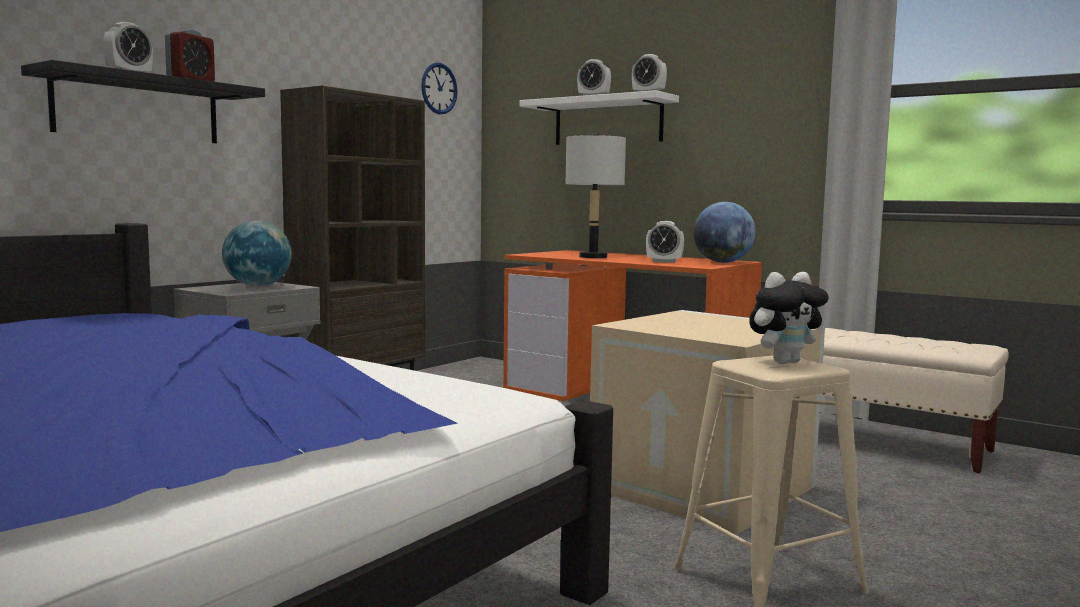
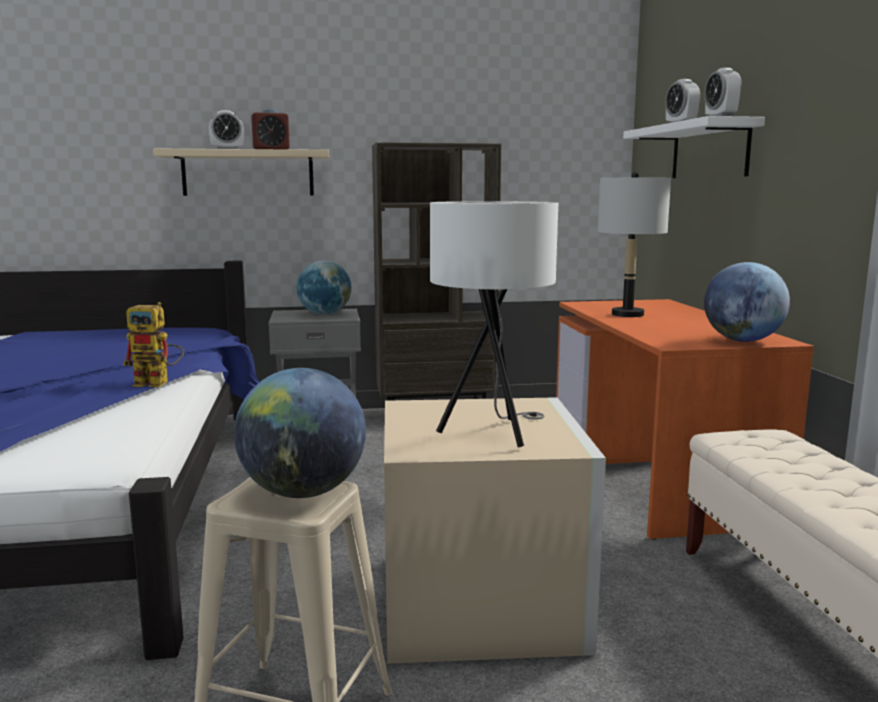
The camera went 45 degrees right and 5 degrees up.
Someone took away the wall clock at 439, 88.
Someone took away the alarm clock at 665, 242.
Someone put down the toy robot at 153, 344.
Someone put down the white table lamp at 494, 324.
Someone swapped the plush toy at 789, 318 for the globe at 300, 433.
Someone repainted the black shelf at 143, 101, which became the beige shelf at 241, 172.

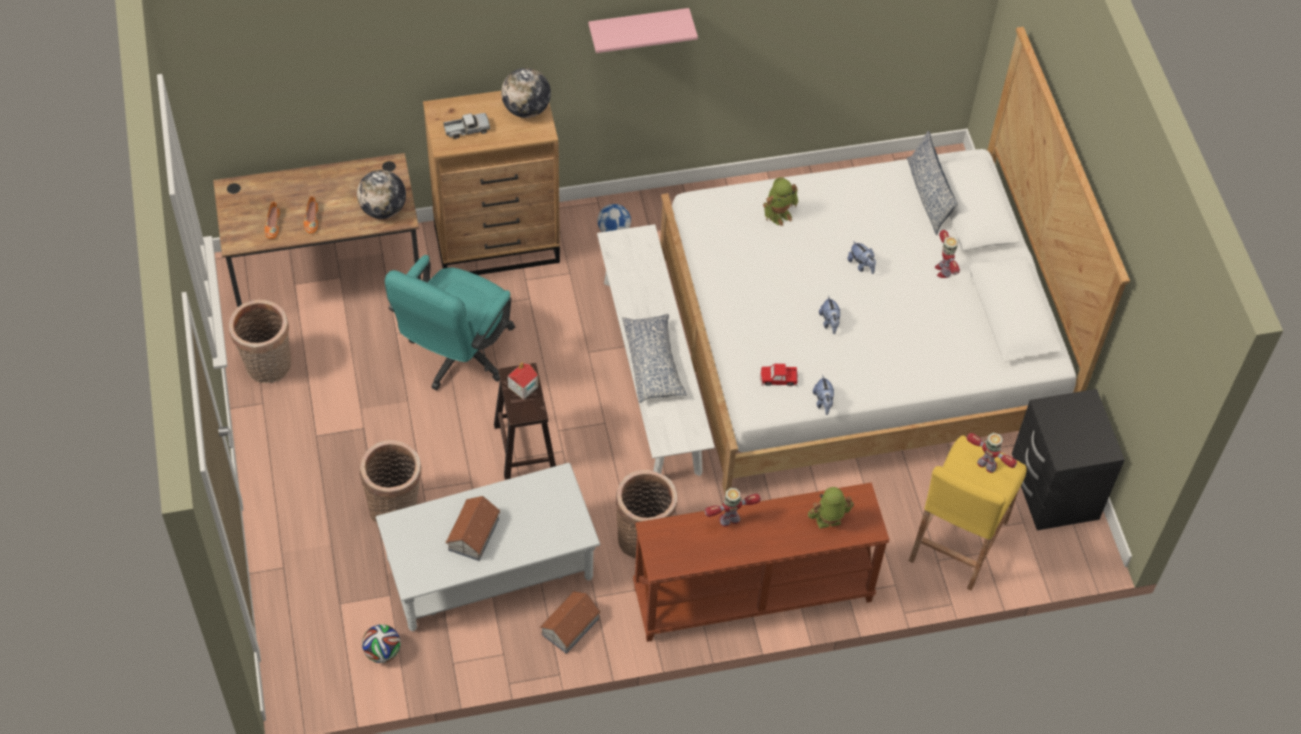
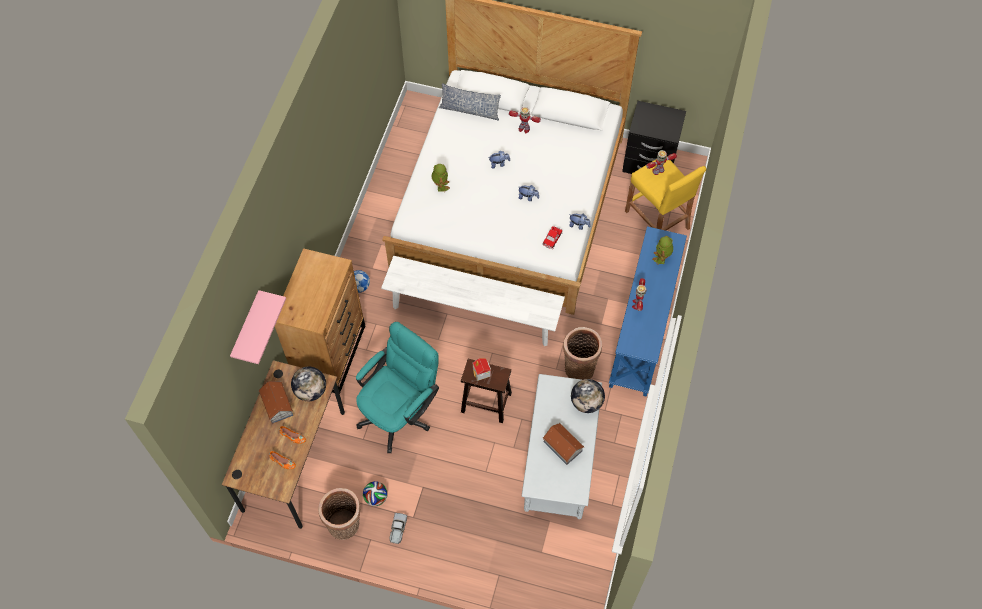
The camera went 60 degrees left and 5 degrees up.
Someone took away the basket at 391, 482.
Someone took away the pillow at 654, 358.
Someone carried the football from 381, 643 to 375, 493.
Someone carried the toy truck from 467, 126 to 398, 528.
Someone carried the globe from 526, 93 to 588, 396.
Someone carried the toy house from 570, 622 to 276, 402.
Someone carried the pink shelf from 643, 30 to 258, 327.
Someone repainted the brown console table at 761, 562, which became the blue console table at 648, 311.
Someone rotated the turquoise office chair at 450, 322 by 105 degrees counterclockwise.

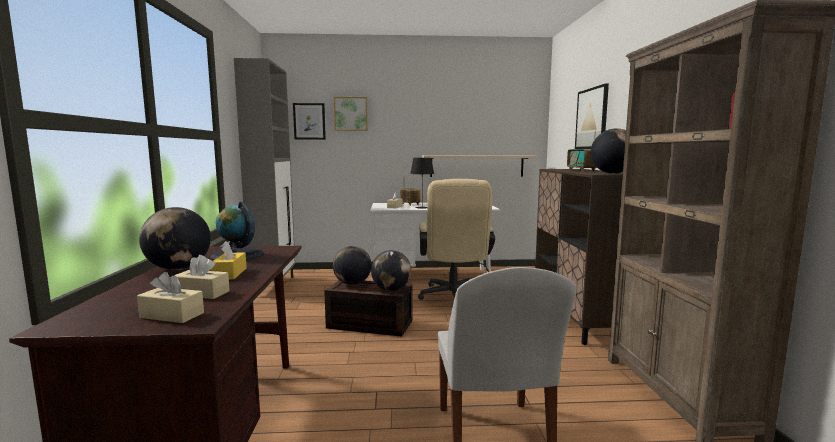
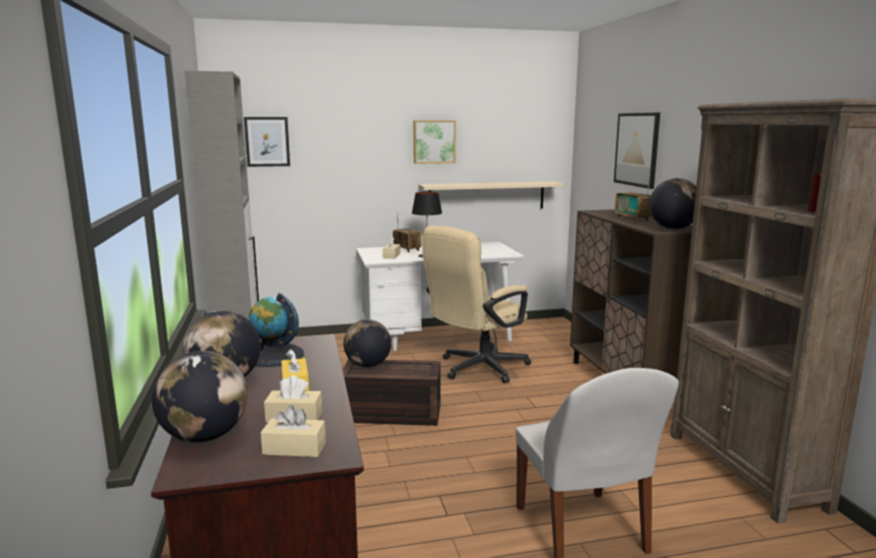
The camera went 10 degrees left and 5 degrees up.
Someone carried the picture from 351, 114 to 435, 142.
Someone carried the globe from 391, 270 to 200, 396.
Someone rotated the beige office chair at 456, 239 by 60 degrees clockwise.

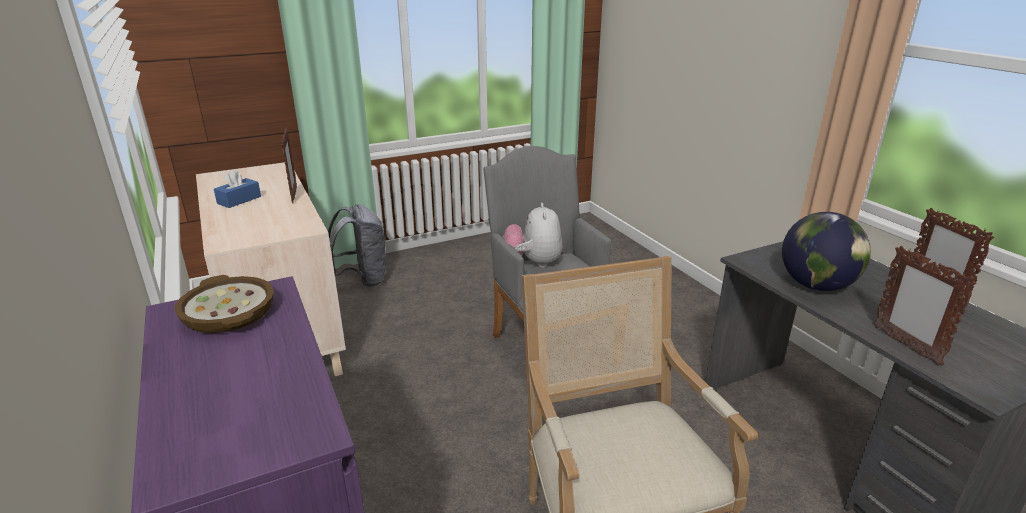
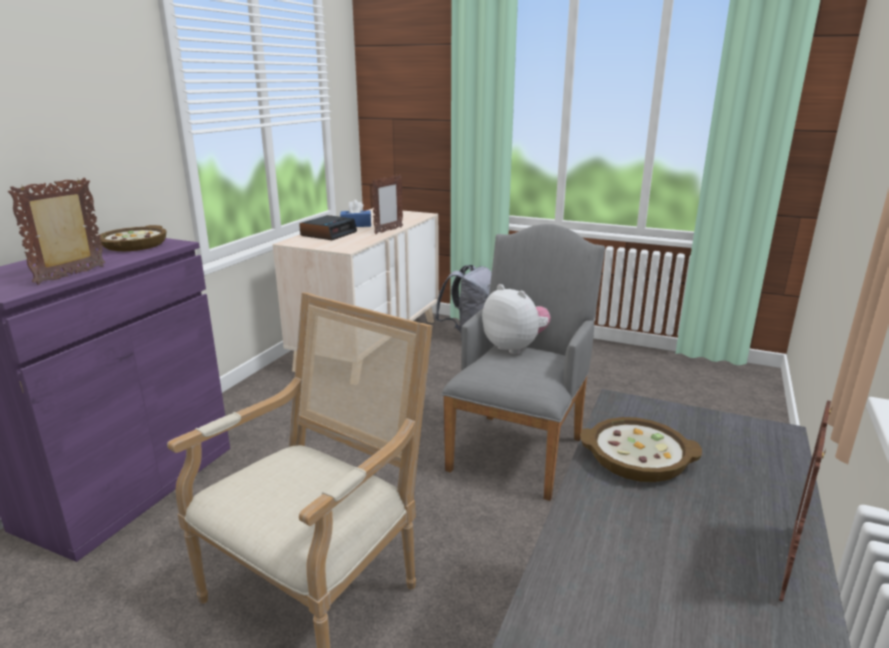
The camera went 50 degrees right and 5 degrees down.
Someone put down the alarm clock at 328, 227.
Someone carried the picture frame from 925, 306 to 56, 231.
Someone swapped the globe at 826, 251 for the bowl at 641, 449.
Someone rotated the plush toy at 533, 235 by 90 degrees clockwise.

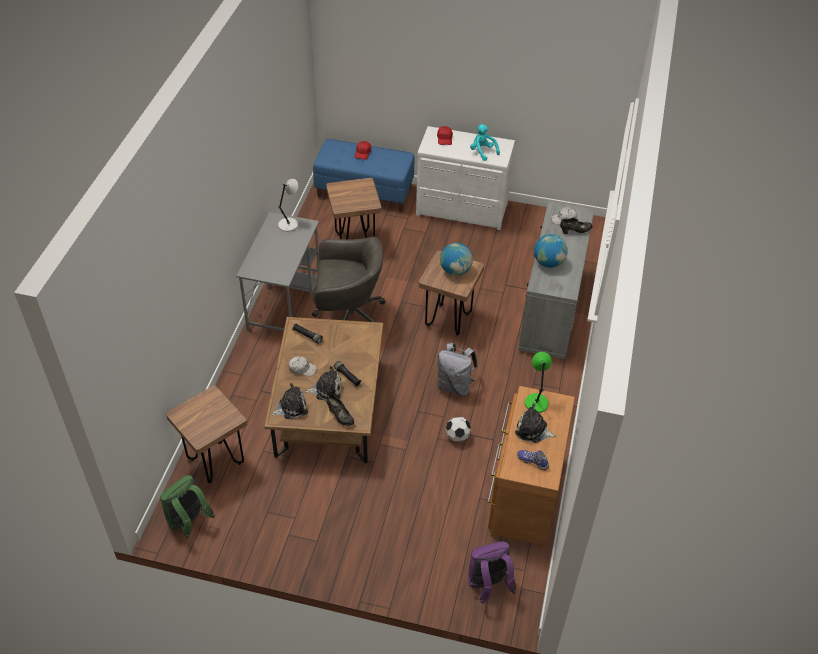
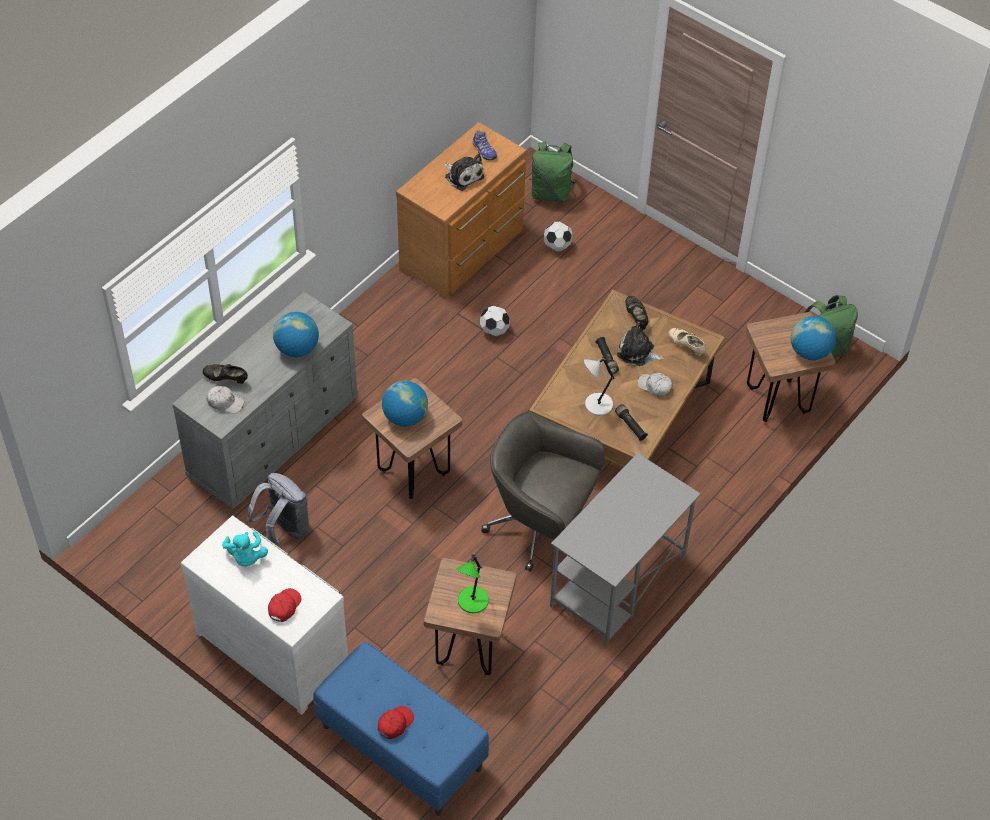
The camera went 155 degrees left and 5 degrees up.
Someone put down the football at 558, 236.
Someone put down the globe at 813, 338.
Someone carried the grey table lamp from 288, 205 to 599, 386.
Someone carried the grey backpack from 457, 369 to 278, 509.
Someone carried the green table lamp from 538, 382 to 472, 583.
Someone swapped the plush toy at 289, 401 for the beige shoe at 687, 342.
Someone repainted the purple backpack at 492, 572, which became the green backpack at 552, 172.

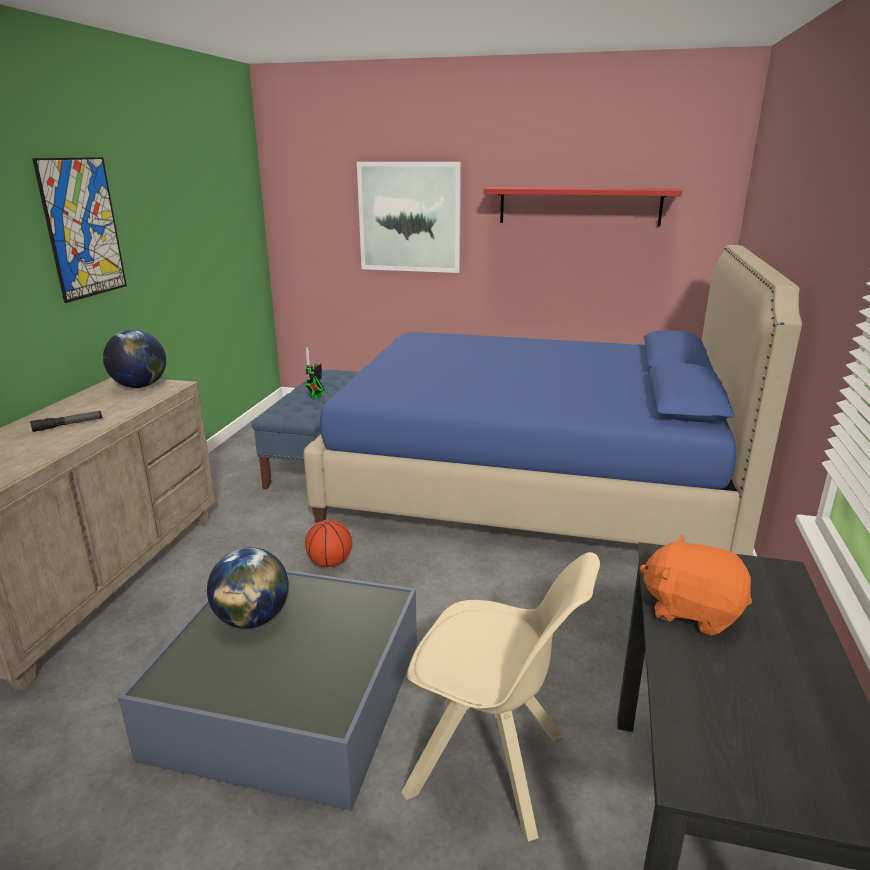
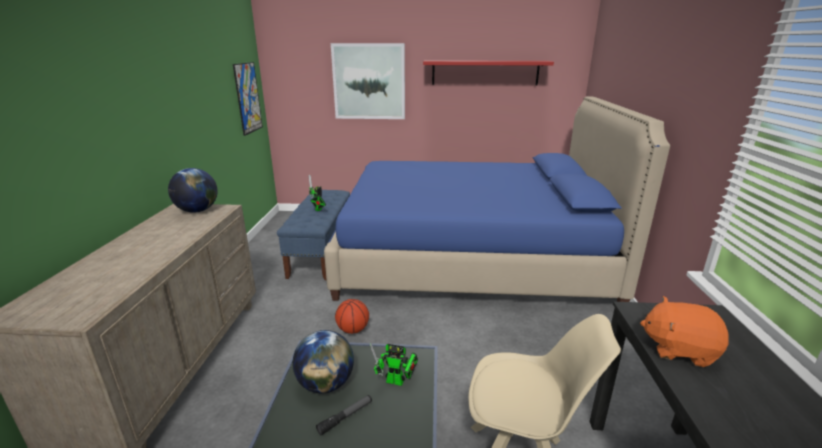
The camera went 10 degrees left and 0 degrees up.
Someone put down the toy robot at 394, 364.
Someone carried the flashlight from 66, 421 to 344, 415.
Someone carried the picture from 79, 230 to 248, 99.

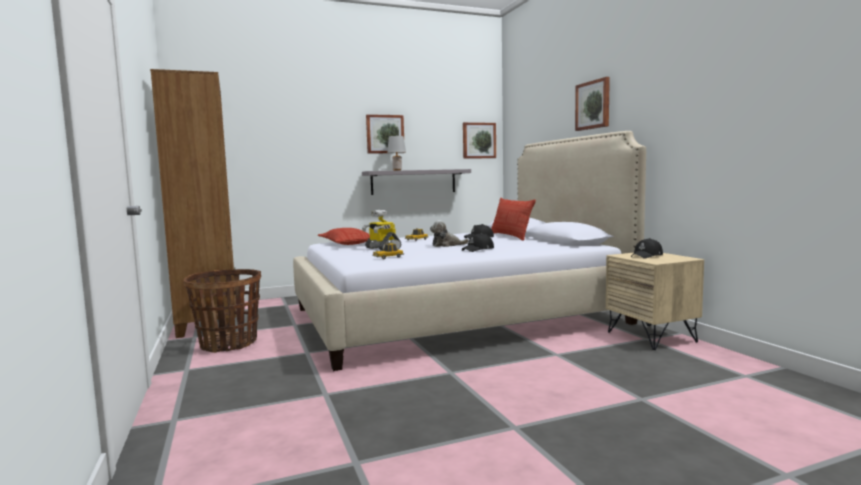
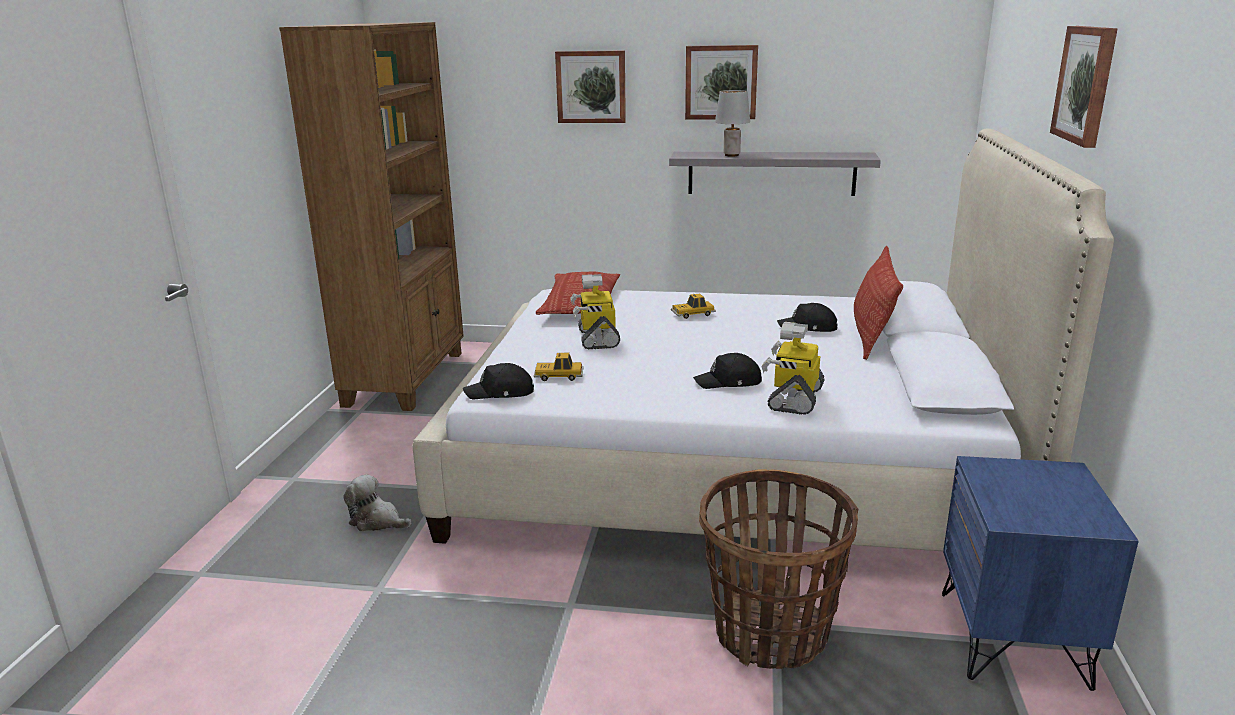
The camera went 30 degrees right and 15 degrees up.
Someone put down the toy robot at 793, 368.
Someone carried the basket from 222, 311 to 778, 569.
Someone carried the plush toy from 449, 233 to 377, 503.
Someone carried the picture from 479, 140 to 590, 86.
Someone carried the black cap from 647, 248 to 498, 381.
Someone repainted the beige nightstand at 655, 301, which became the blue nightstand at 1040, 573.

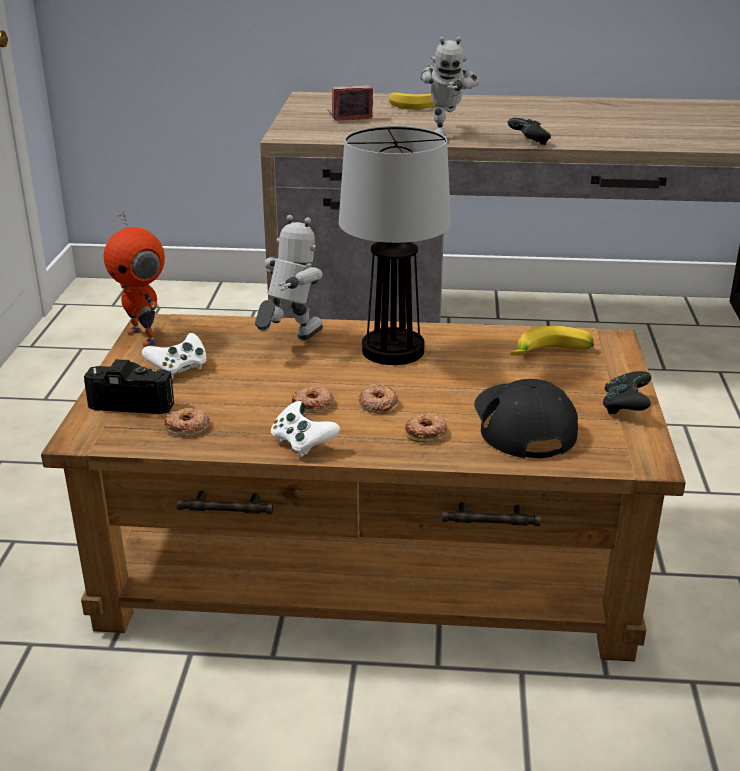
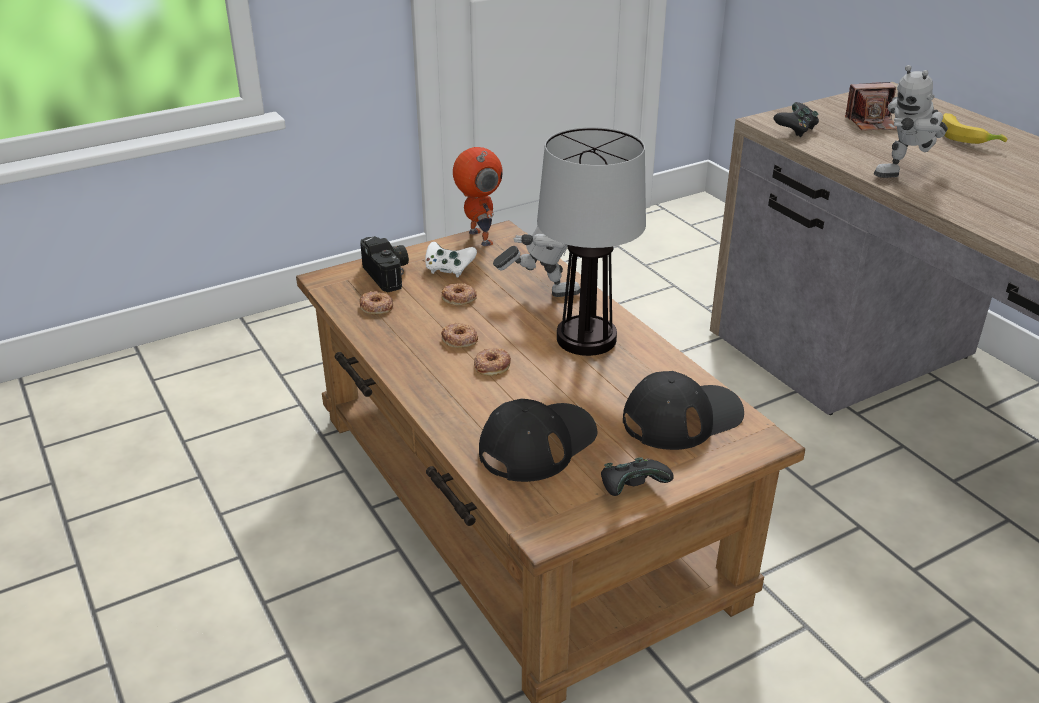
The camera went 55 degrees right and 5 degrees up.
Someone took away the white game controller at 305, 429.
Someone carried the donut from 426, 428 to 459, 294.
Someone carried the black game controller from 529, 131 to 796, 119.
Someone swapped the banana at 552, 341 for the black cap at 683, 410.
Someone rotated the toy robot at 134, 278 by 135 degrees clockwise.
Someone rotated the photo camera at 350, 102 by 135 degrees clockwise.

